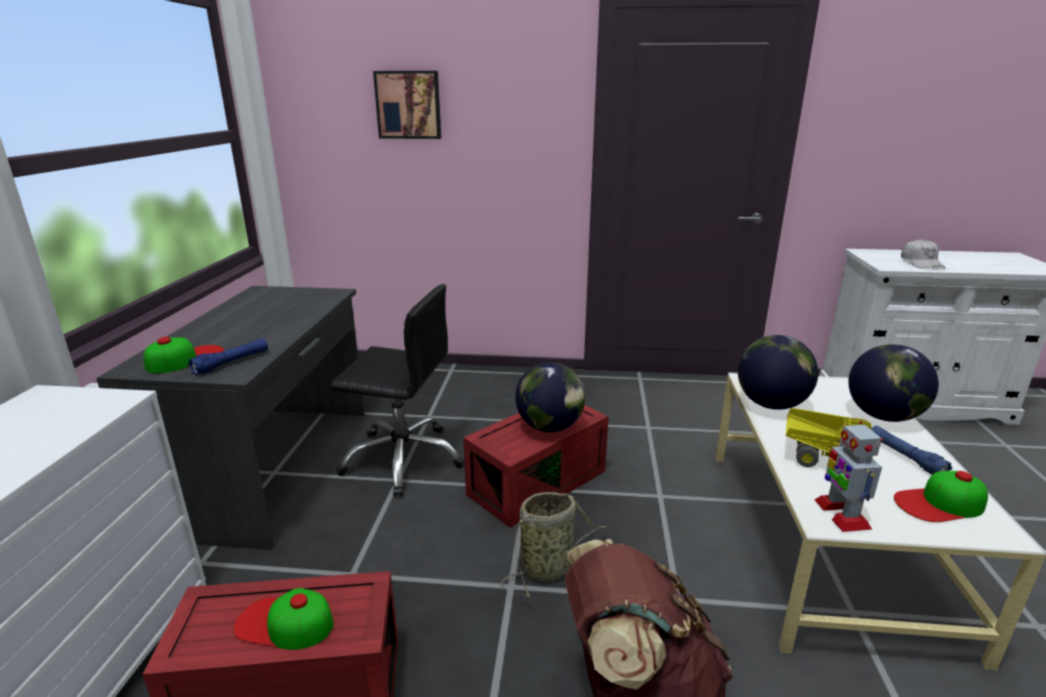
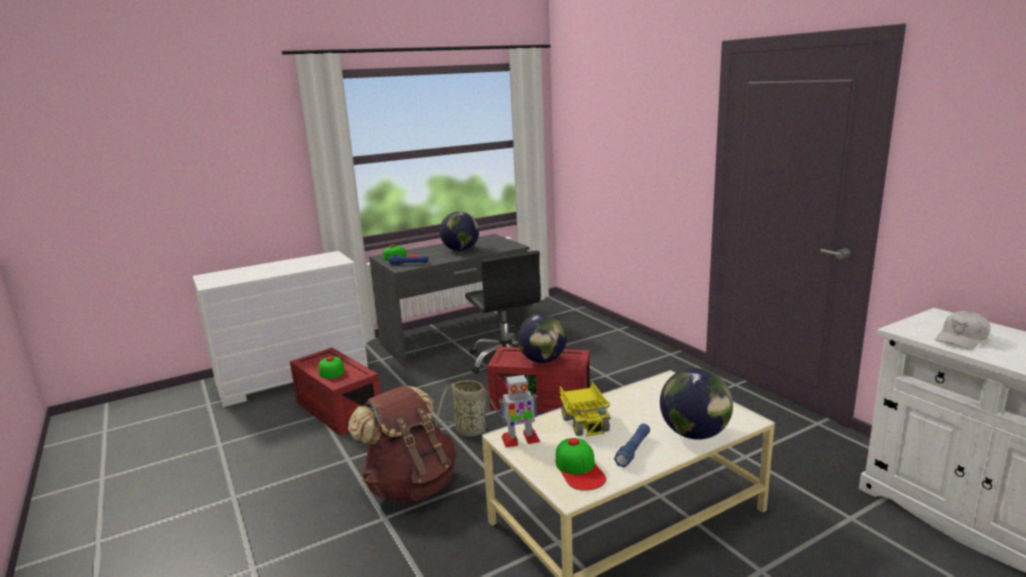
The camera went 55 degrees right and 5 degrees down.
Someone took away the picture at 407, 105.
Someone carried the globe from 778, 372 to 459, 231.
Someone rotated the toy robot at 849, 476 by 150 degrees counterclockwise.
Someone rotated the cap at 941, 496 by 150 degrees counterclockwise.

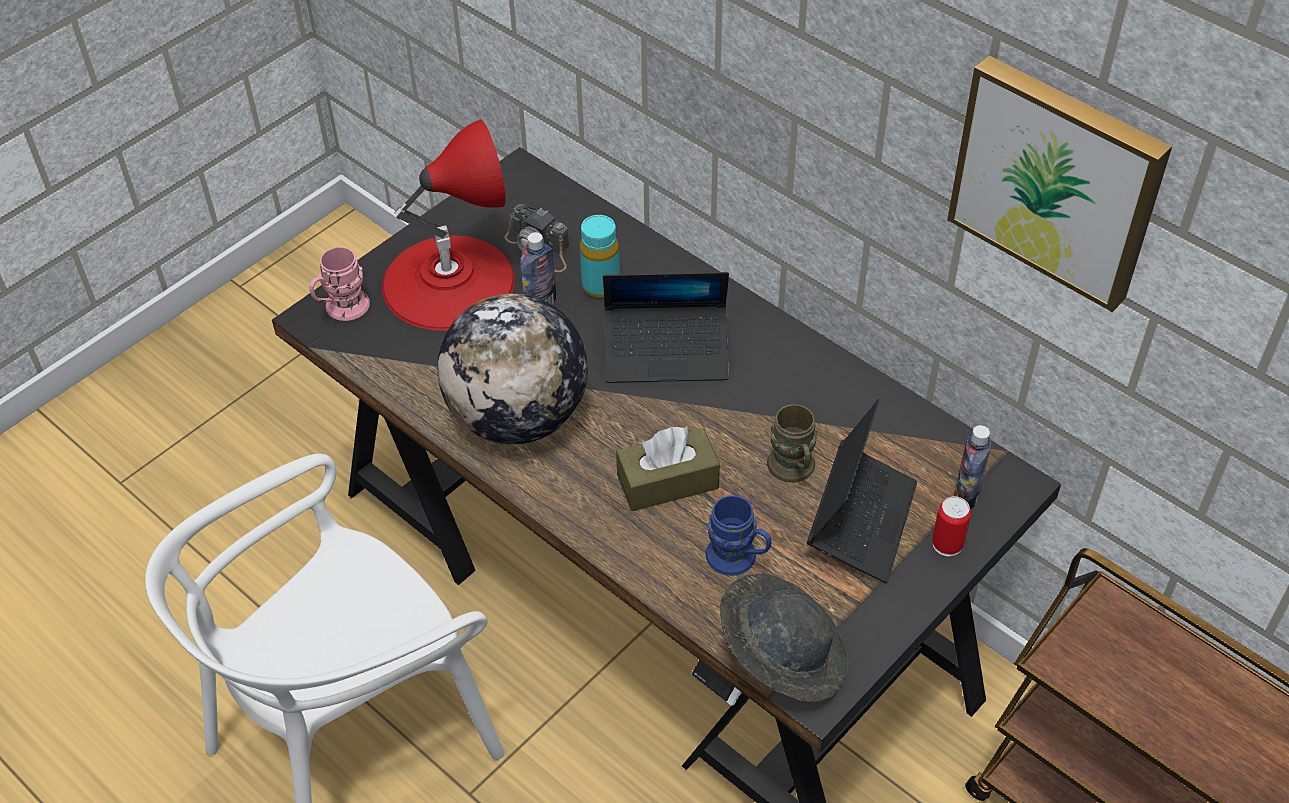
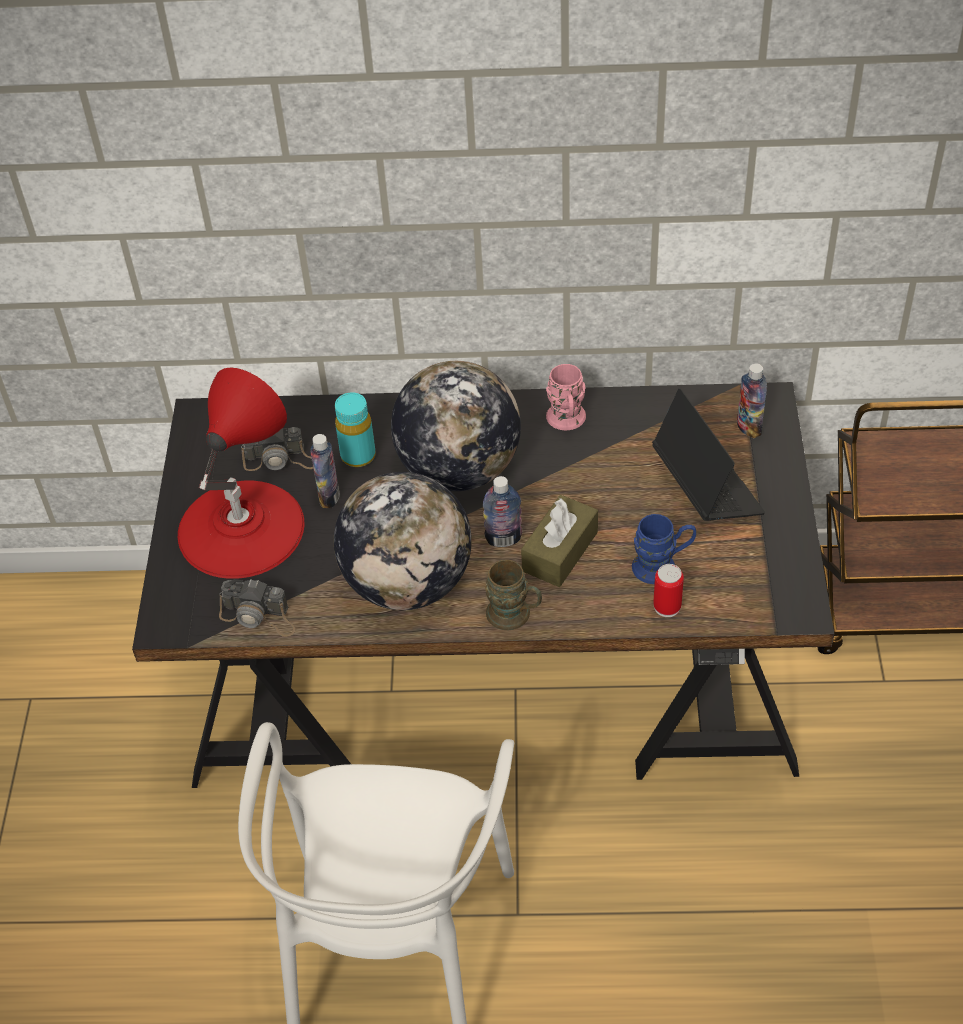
The camera went 40 degrees left and 0 degrees up.
Someone took away the grey hat at 784, 637.
Someone took away the picture at 1059, 184.
Someone put down the photo camera at 257, 608.
Someone put down the bottle at 502, 511.
Someone carried the pink mug from 339, 284 to 566, 397.
Someone carried the brown mug from 792, 443 to 513, 595.
Someone carried the can from 951, 526 to 668, 590.
Someone swapped the laptop at 666, 327 for the globe at 456, 426.

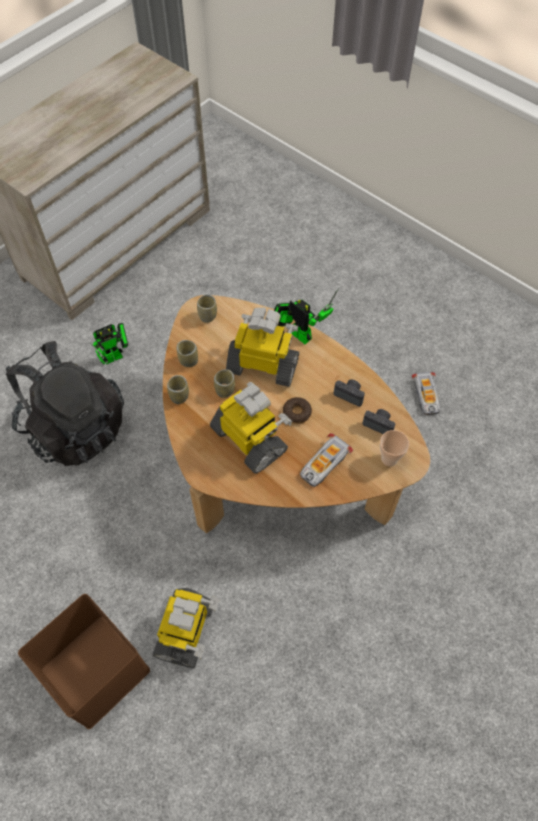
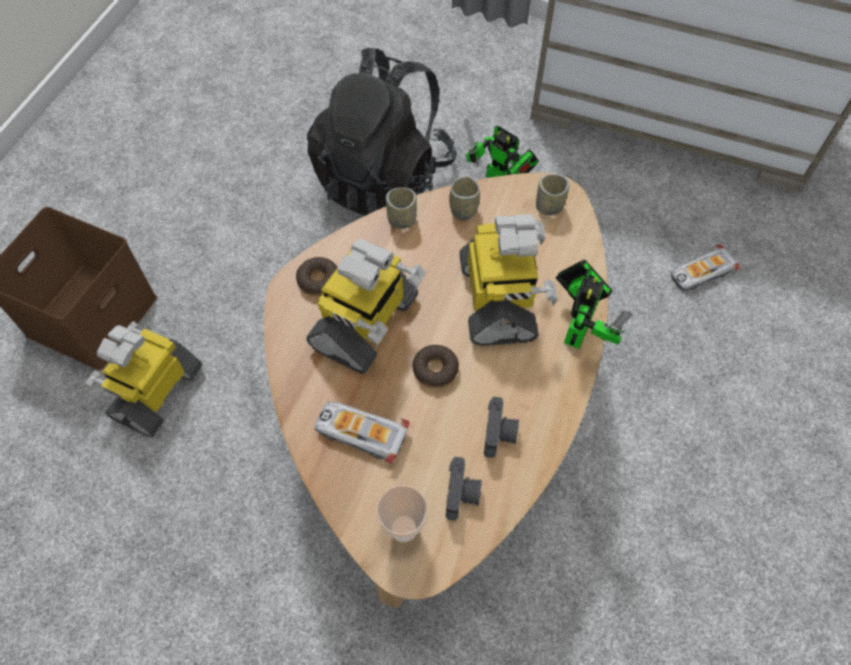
The camera went 70 degrees right and 0 degrees up.
Someone took away the cup at 224, 383.
Someone put down the donut at 317, 276.
Someone carried the toy car from 426, 393 to 705, 267.
Someone rotated the toy robot at 186, 628 by 120 degrees clockwise.

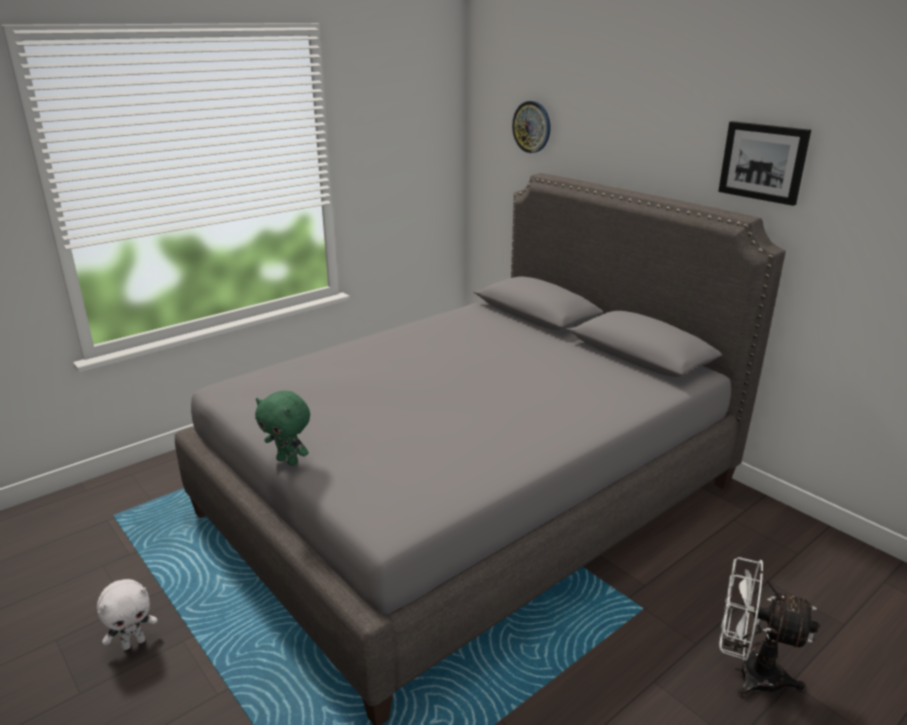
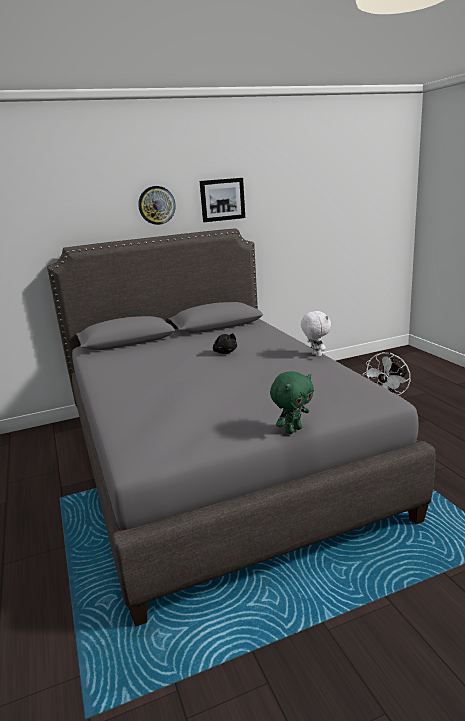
The camera went 70 degrees left and 5 degrees down.
Someone put down the black plush toy at 225, 343.
Someone carried the white plush toy from 127, 614 to 316, 334.
Someone carried the wall clock from 531, 127 to 156, 205.

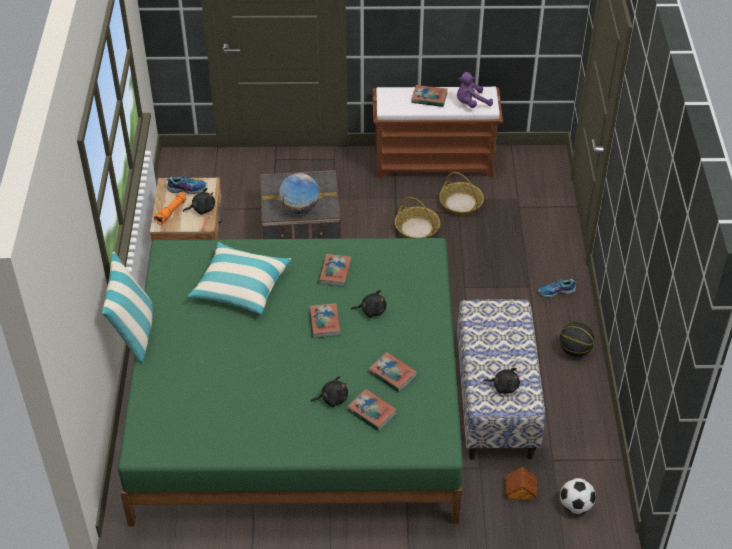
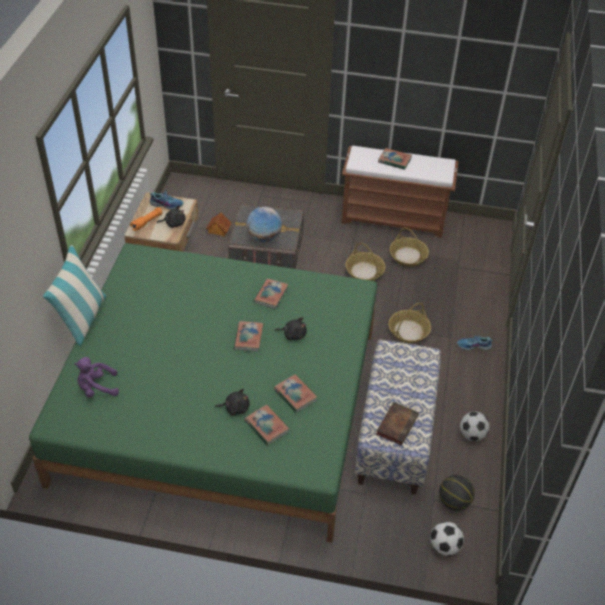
The camera went 10 degrees right and 0 degrees up.
Someone took away the pillow at 239, 278.
Someone put down the basket at 410, 323.
Someone put down the football at 475, 426.
Someone carried the purple plush toy from 475, 90 to 96, 377.
Someone carried the toy house from 521, 484 to 219, 224.
Someone carried the basketball from 577, 339 to 457, 493.
Someone swapped the black plush toy at 501, 381 for the book at 397, 423.

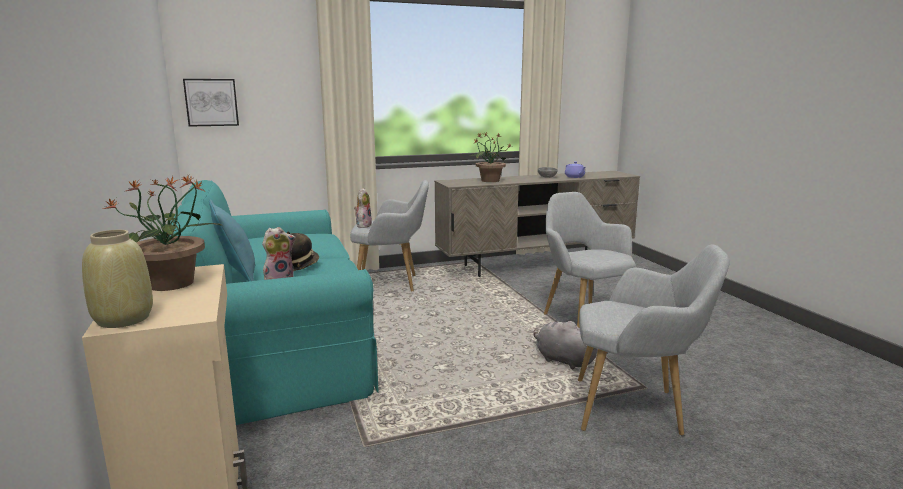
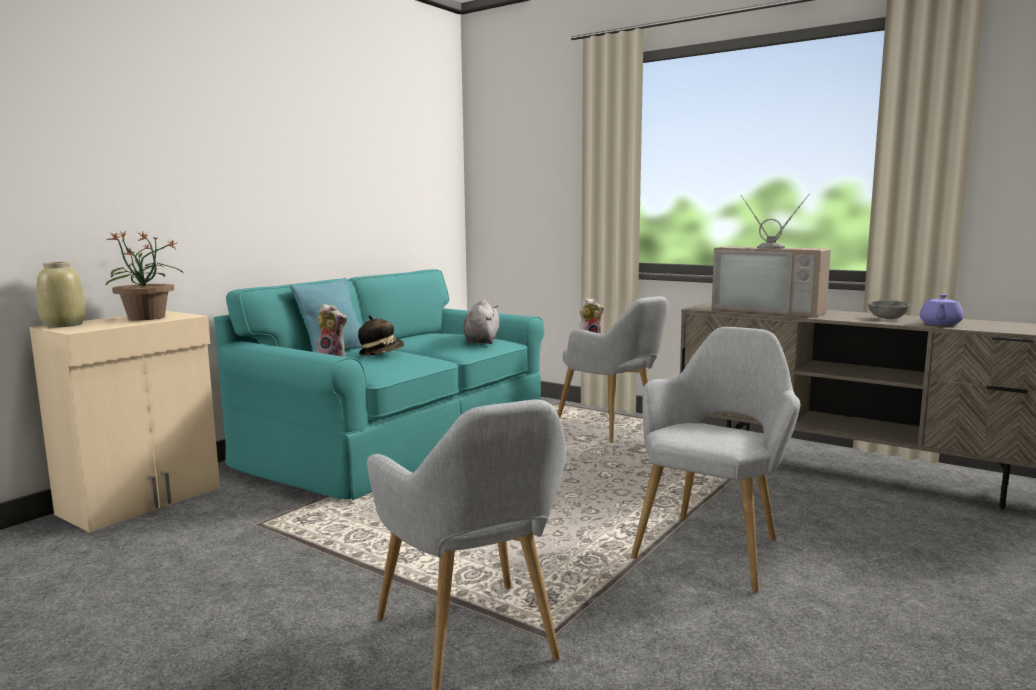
The camera went 55 degrees right and 5 degrees down.
Someone took away the picture at 211, 103.
Someone carried the grey plush toy from 565, 345 to 481, 322.
Someone swapped the potted plant at 491, 157 for the television at 771, 255.

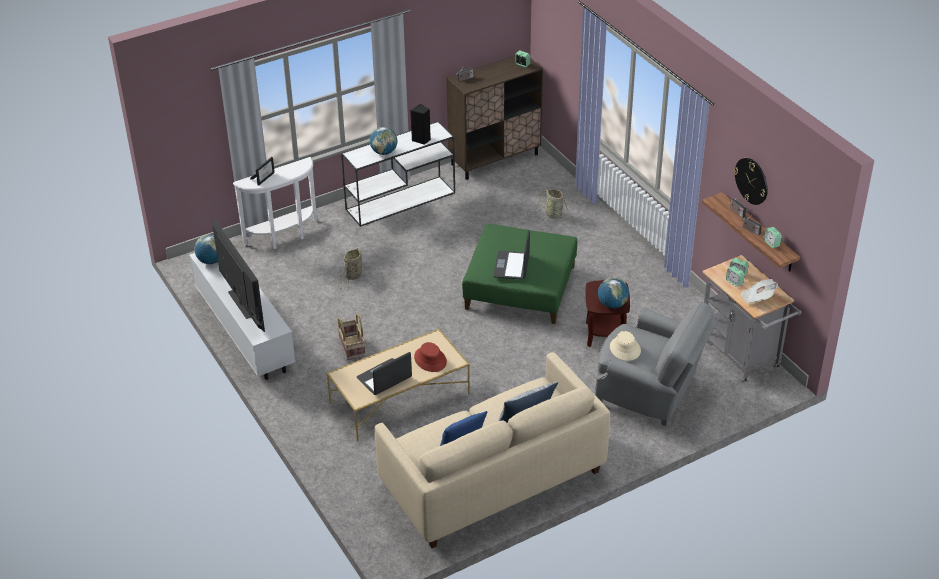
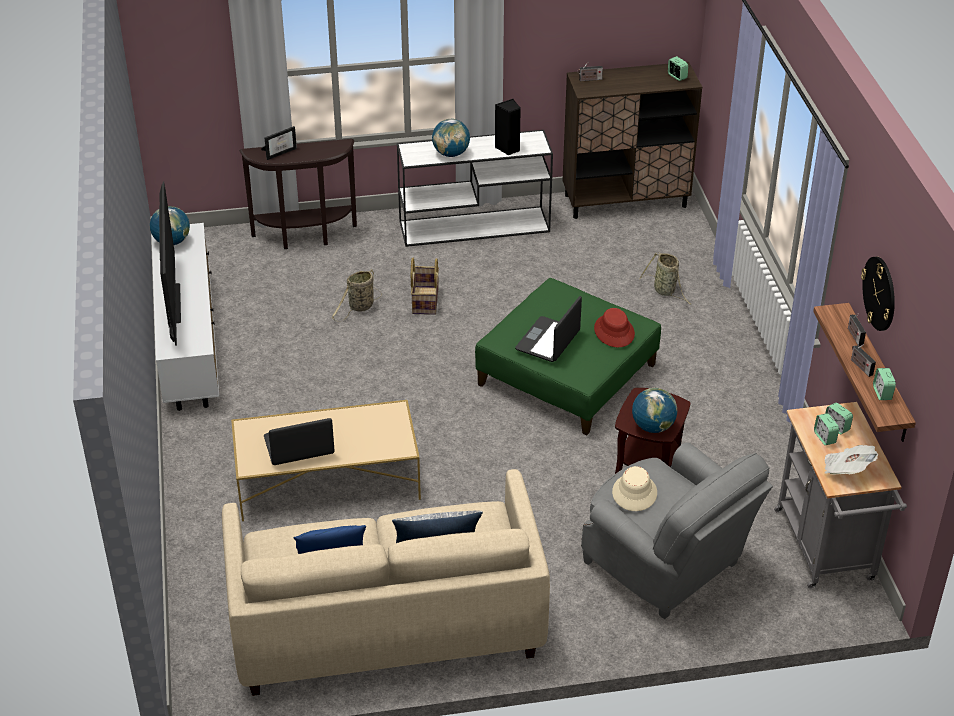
The camera went 20 degrees right and 0 degrees up.
Someone carried the basket from 351, 337 to 425, 286.
Someone carried the red hat from 430, 357 to 614, 327.
Someone repainted the white console table at 275, 203, which became the brown console table at 298, 194.

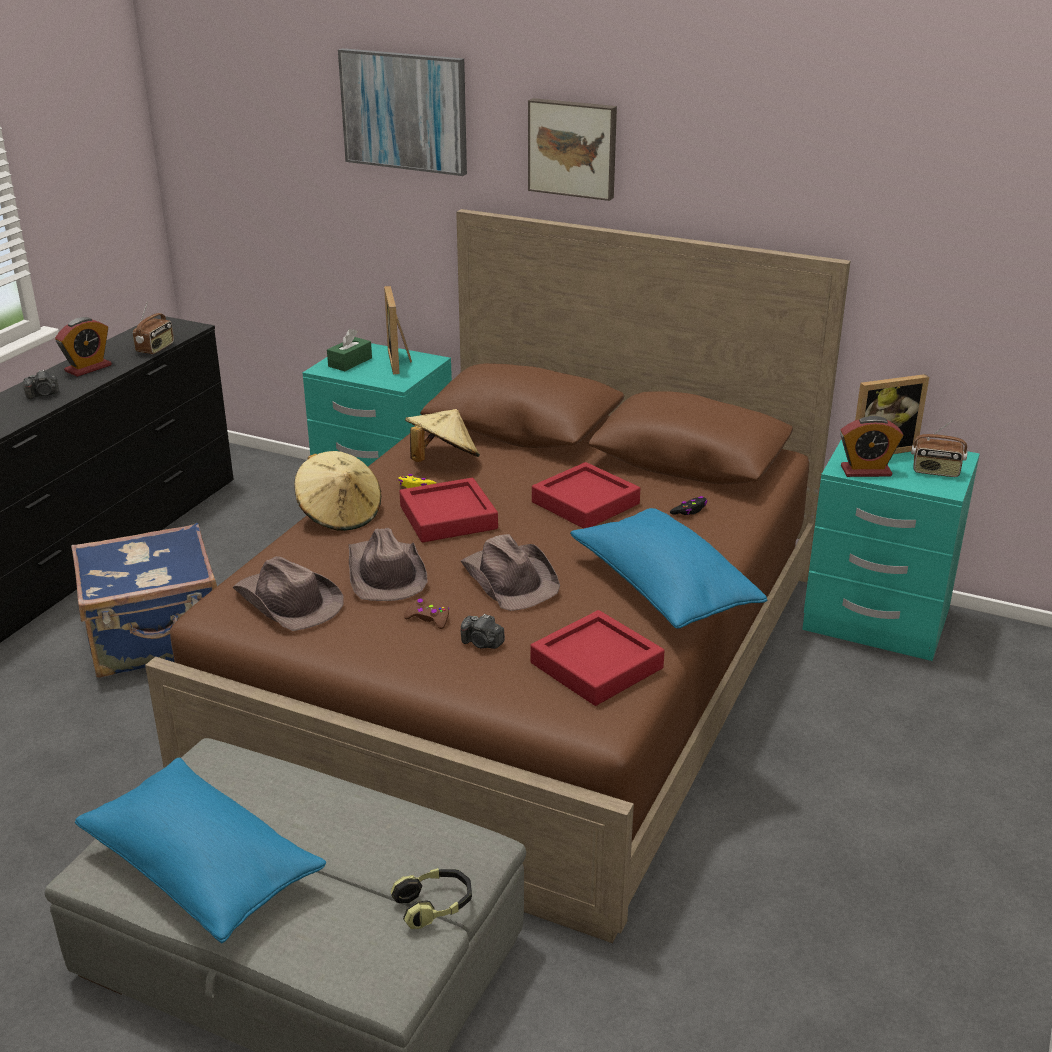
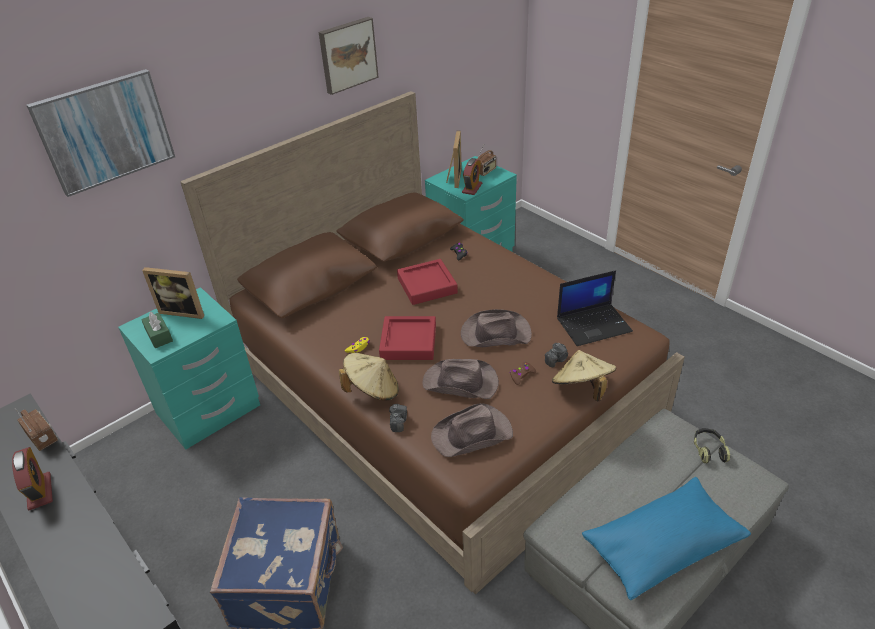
The camera went 65 degrees left and 10 degrees up.
Someone took away the blue pillow at 668, 568.
Someone carried the photo camera from 41, 384 to 398, 418.
Someone carried the beige hat from 442, 435 to 584, 375.
Someone carried the picture from 572, 149 to 349, 56.
Someone swapped the red tray at 597, 658 for the laptop at 595, 308.

